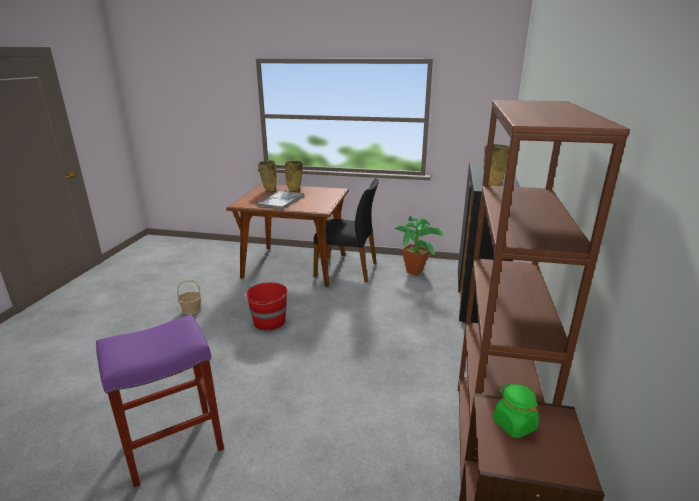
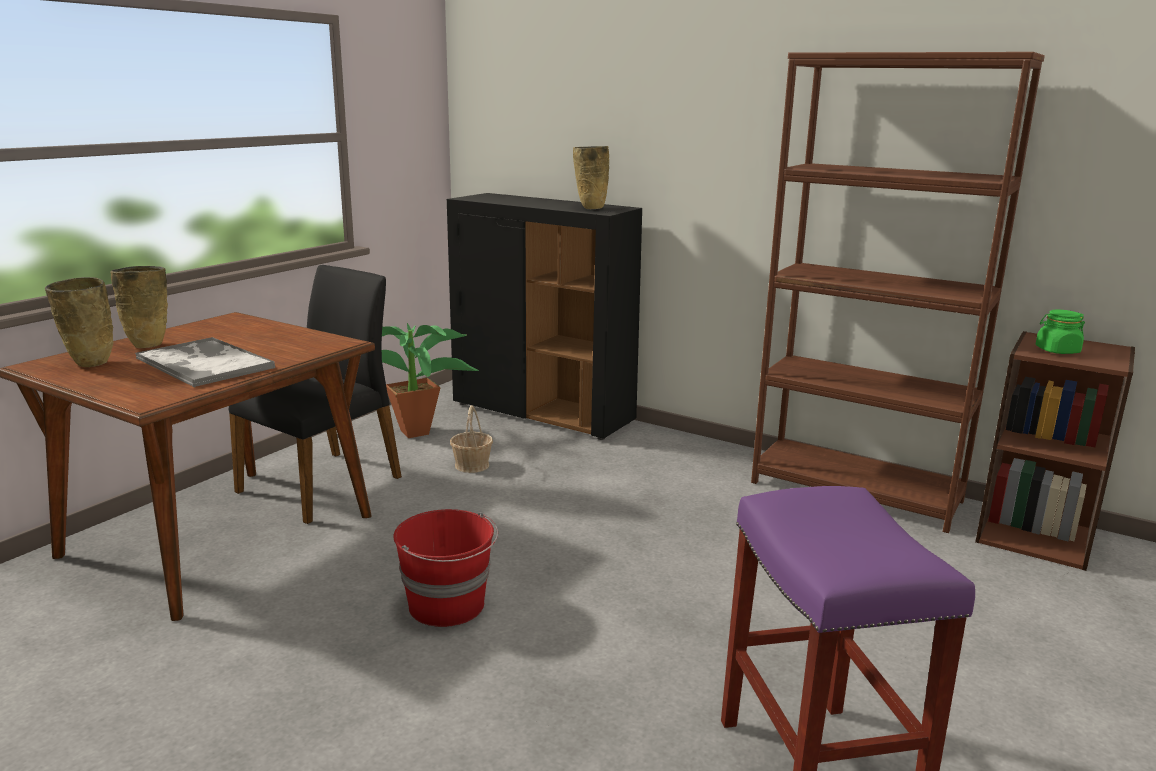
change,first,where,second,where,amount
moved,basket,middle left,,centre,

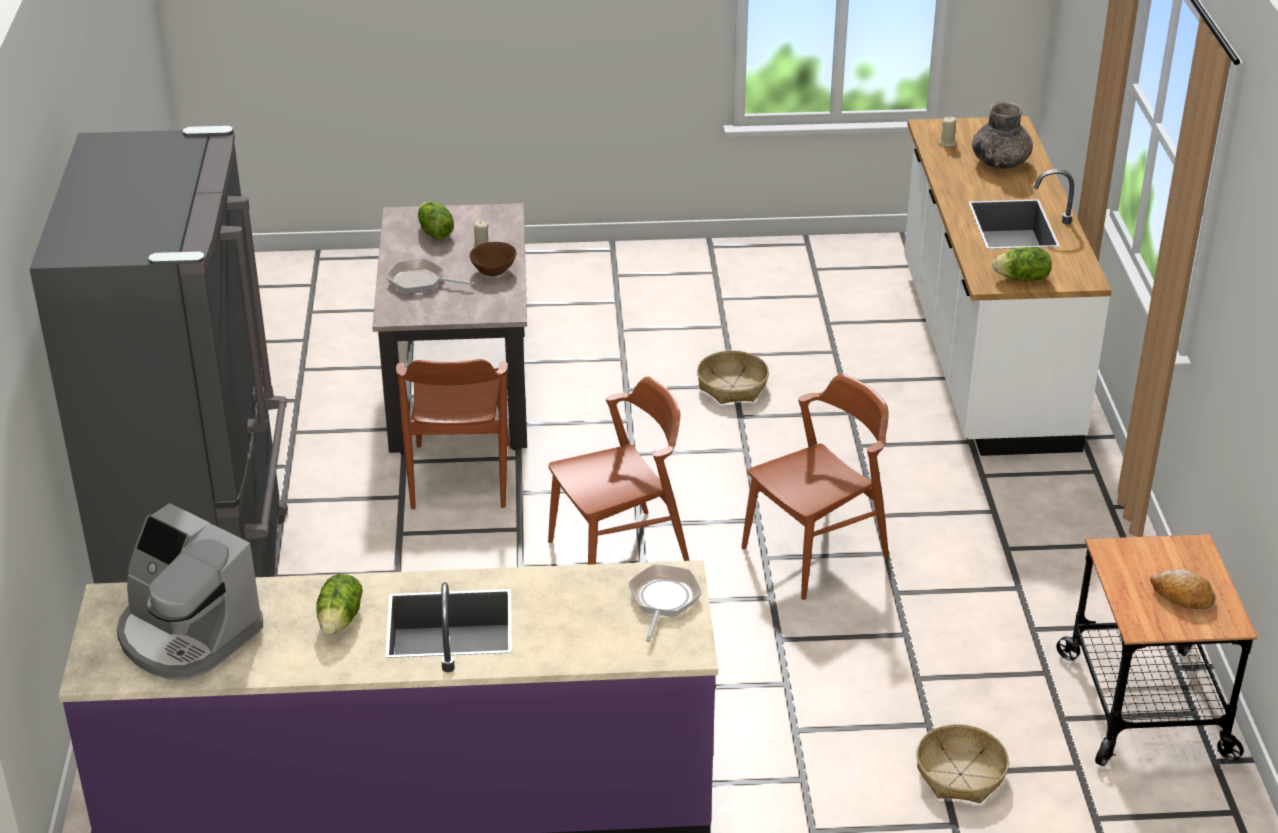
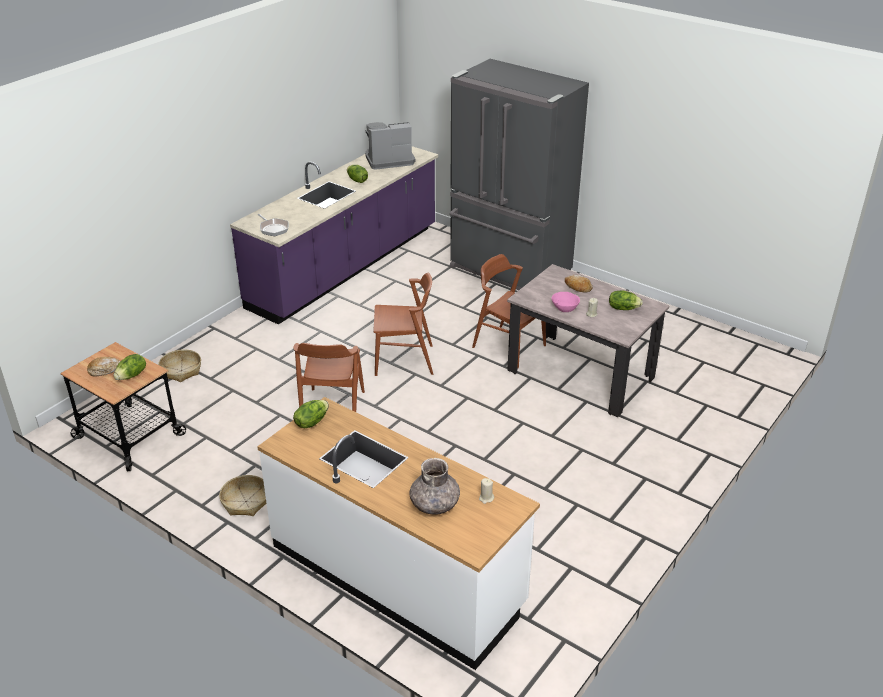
change,first,where,second,where,amount
replaced,frying pan (1st from left),top centre,bread (2nd from left),centre,
recoloured,brown bowl,top centre,pink bowl,centre,
turned,brown chair (2nd from left),centre,,centre,105 degrees counterclockwise
moved,basket (1st from left in the first image),centre,basket (2nd from left),bottom left,
added,,,lettuce (1st from left),middle left,

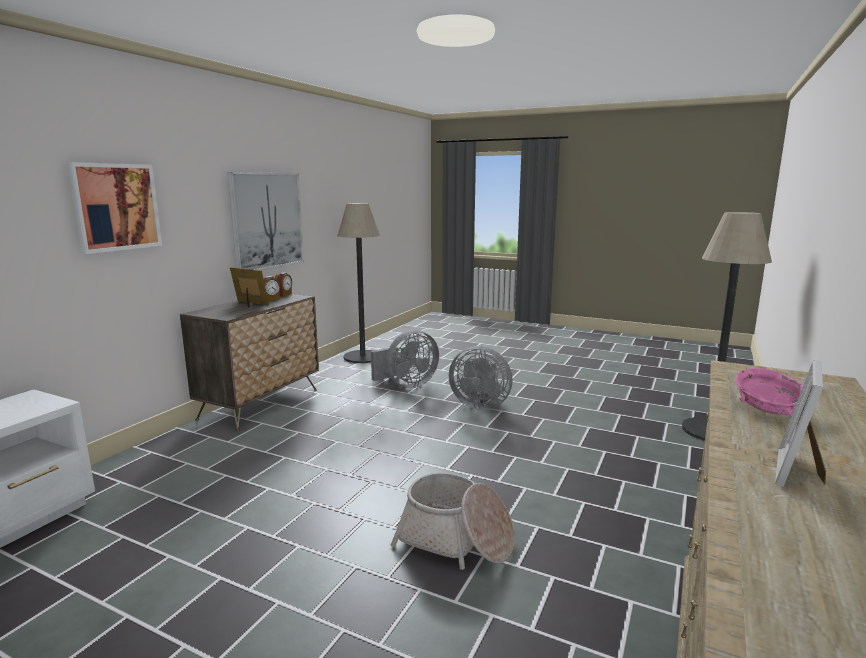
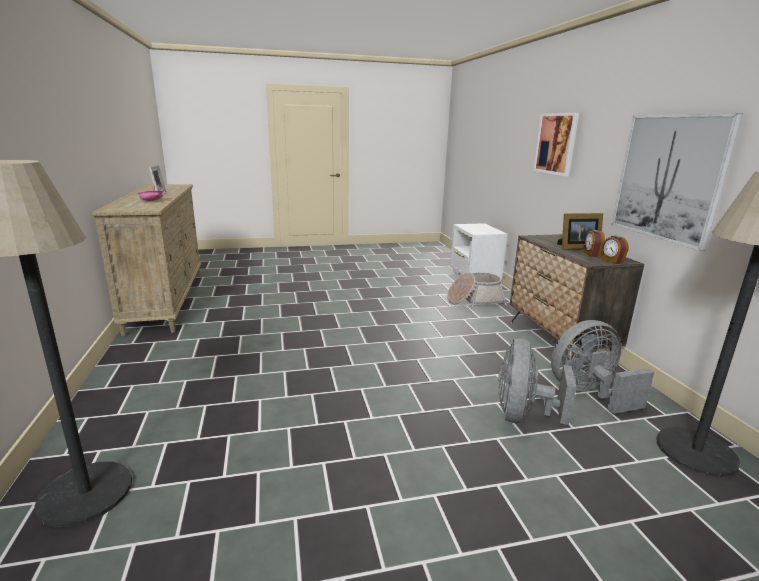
change,first,where,second,where,amount
moved,basket,bottom centre,,centre,
moved,grey fan (2nd from left),centre,,middle right,

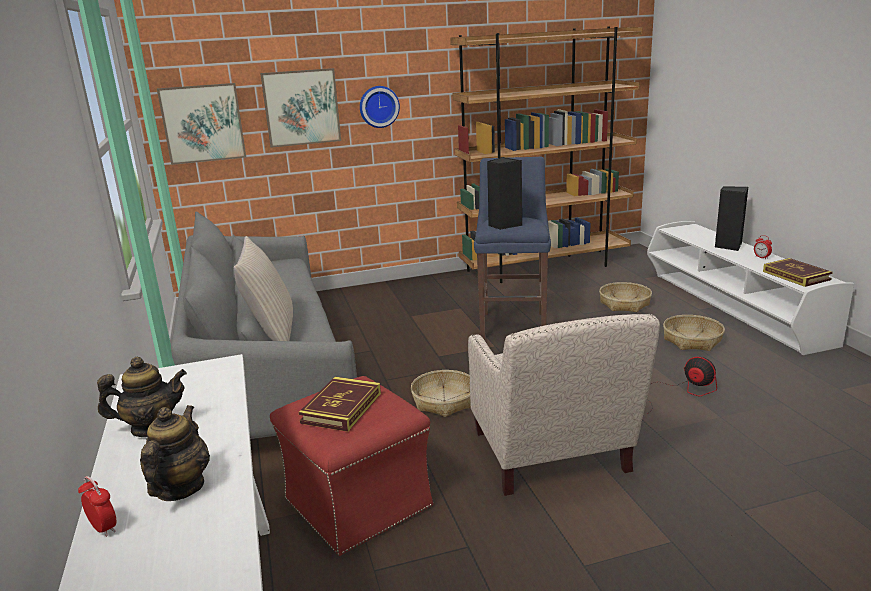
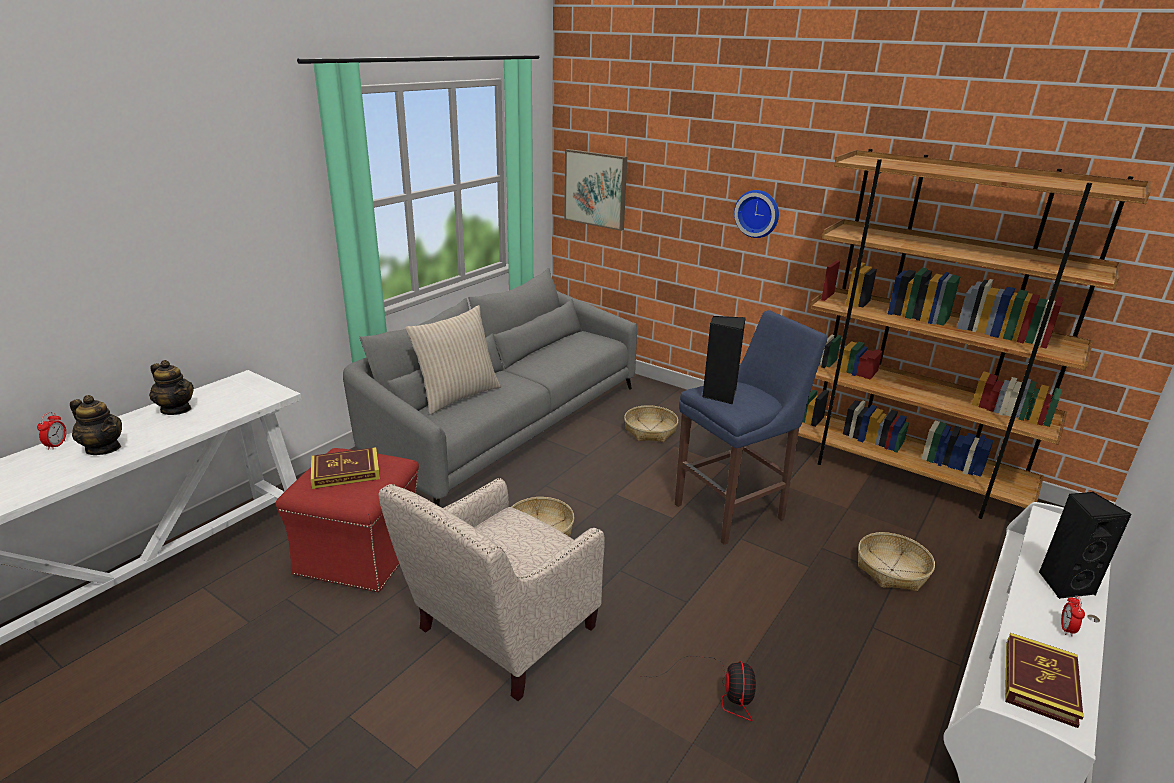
change,first,where,second,where,amount
turned,teapot (2nd from left in the first image),bottom left,teapot (1st from left),middle left,60 degrees clockwise
removed,picture (2nd from left),top centre,,,
moved,basket (3rd from left in the first image),middle right,basket (2nd from left),centre,

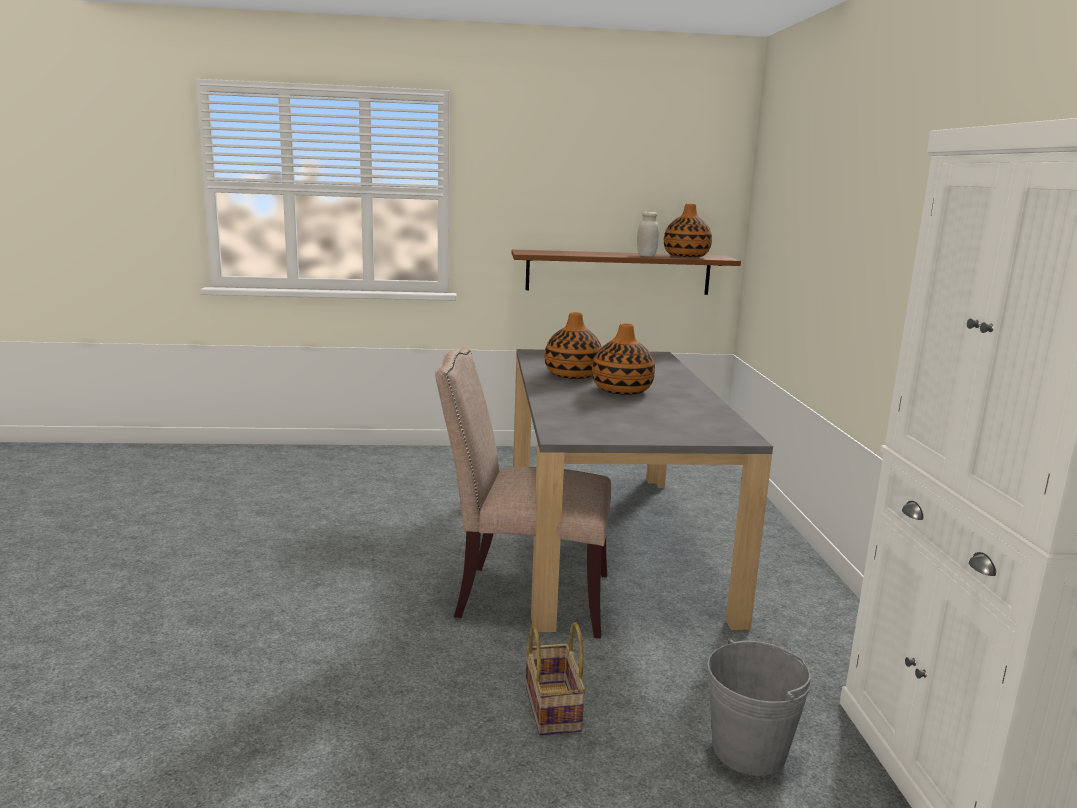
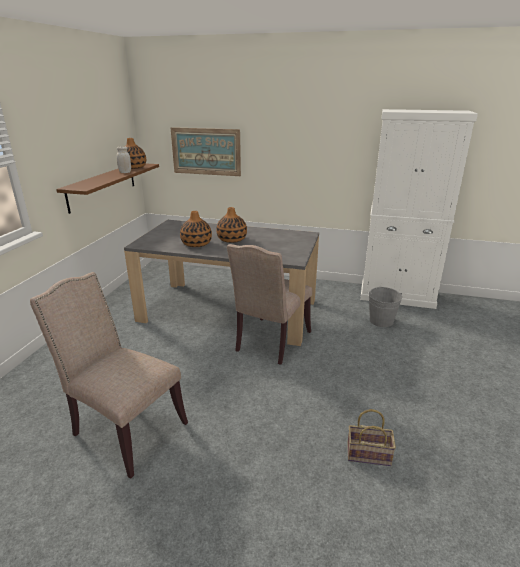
change,first,where,second,where,amount
moved,basket,bottom centre,,bottom right,
added,,,beige chair (1st from left),middle left,
added,,,picture,top centre,

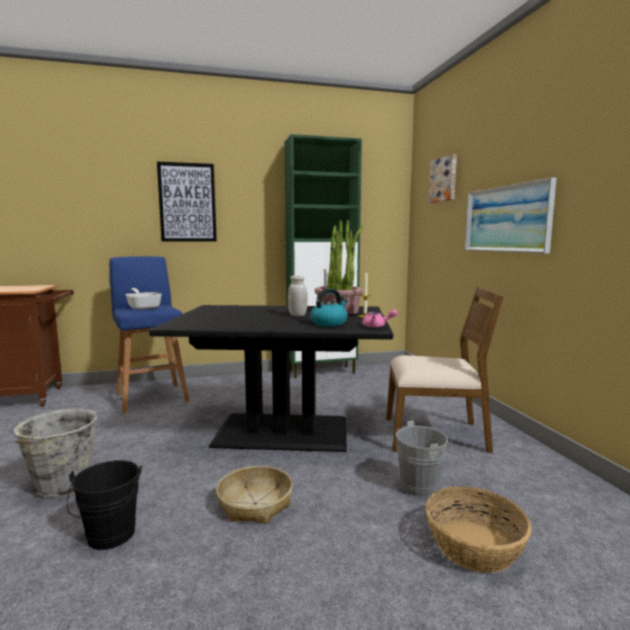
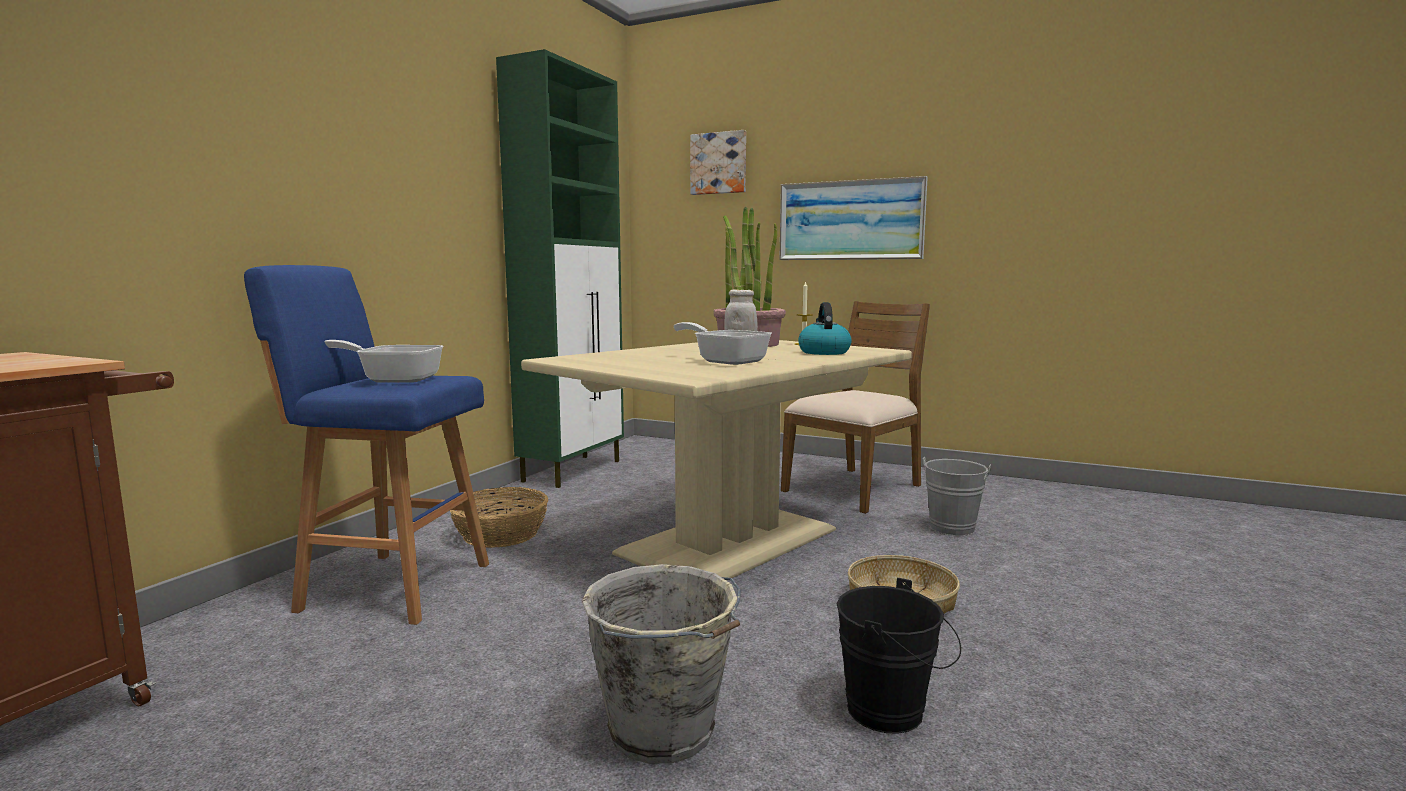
change,first,where,second,where,amount
recoloured,black dining table,centre,beige dining table,centre,
removed,picture (1st from left),top left,,,
removed,pink teapot,centre,,,
moved,basket (2nd from left in the first image),bottom right,basket (1st from left),centre,
added,,,frying pan (2nd from left),centre,

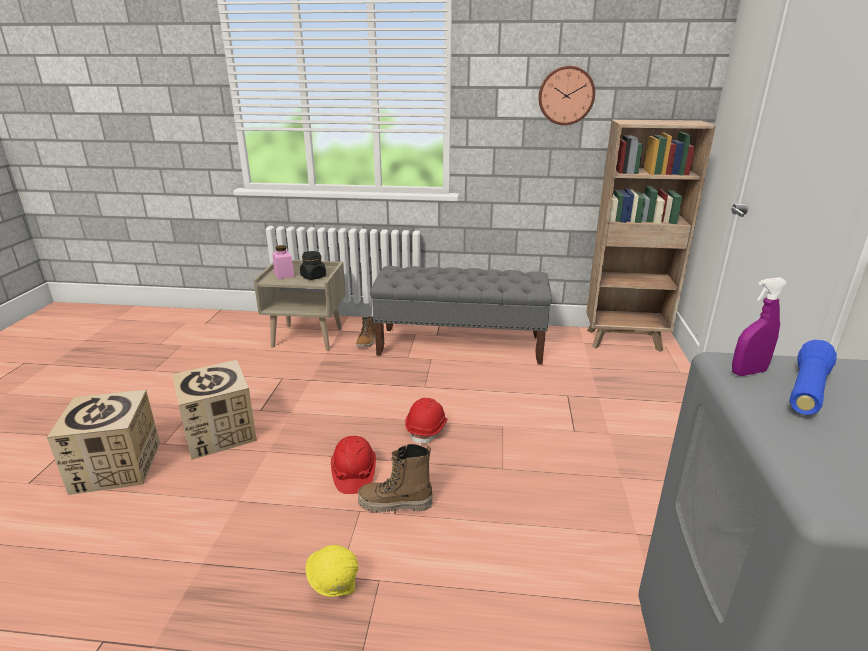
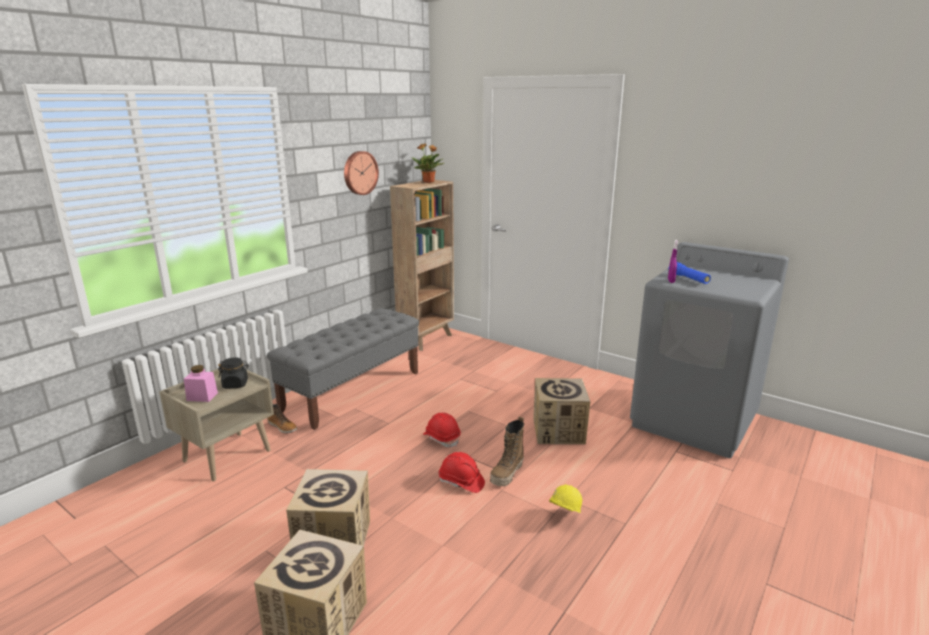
change,first,where,second,where,amount
added,,,potted plant,top centre,
added,,,cardboard box (3rd from left),centre,

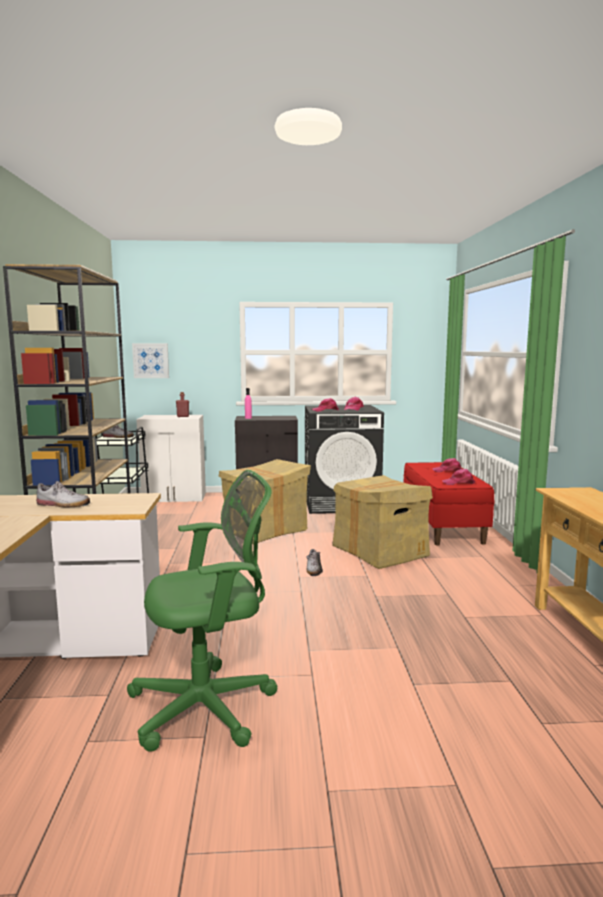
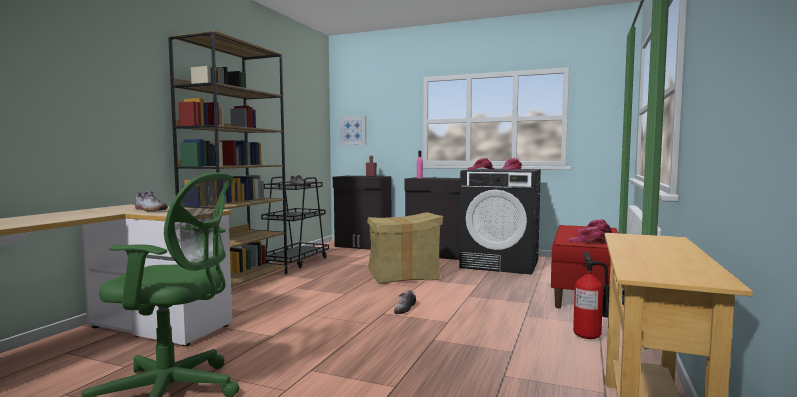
change,first,where,second,where,amount
recoloured,white cabinet,middle left,black cabinet (1st from left),centre,
removed,cardboard box (2nd from left),centre,,,
added,,,fire extinguisher,bottom right,

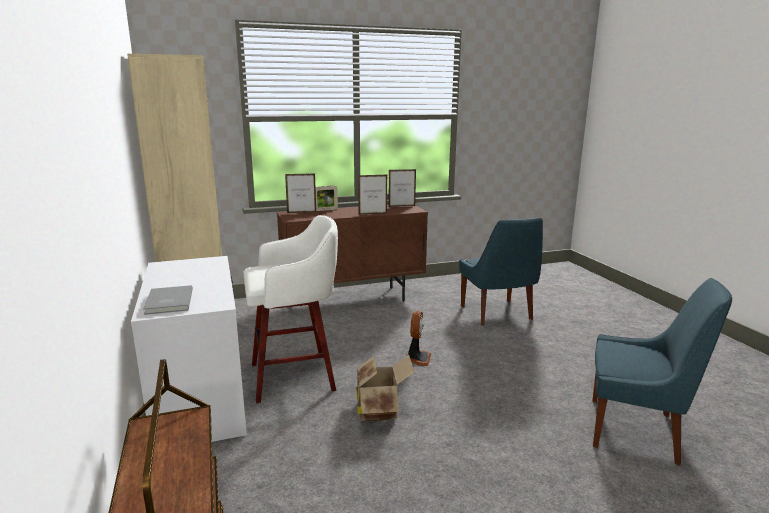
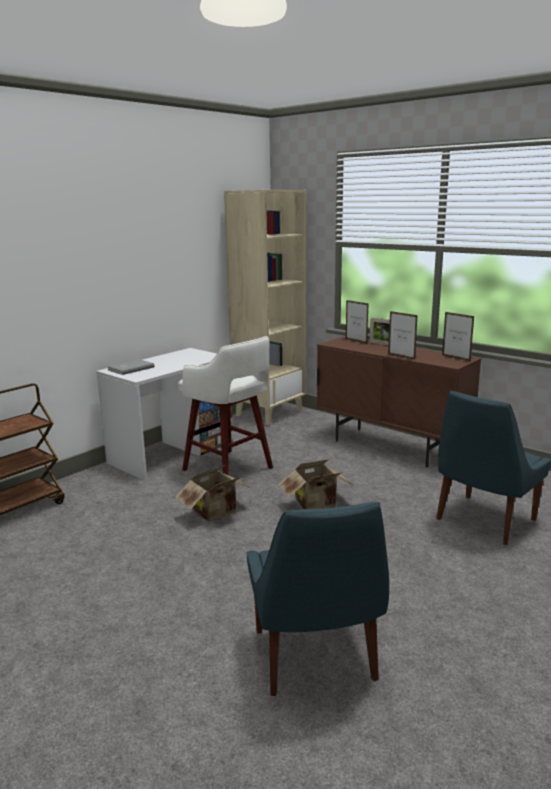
change,first,where,second,where,amount
replaced,fan,centre,cardboard box (2nd from left),centre,

